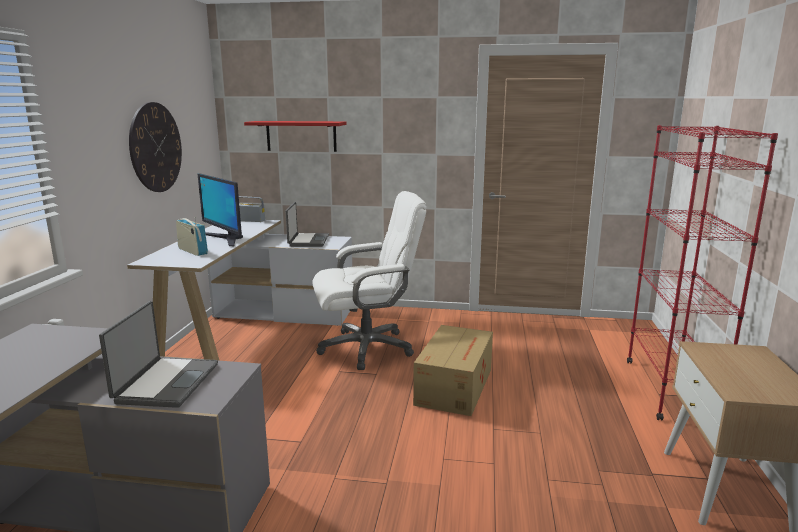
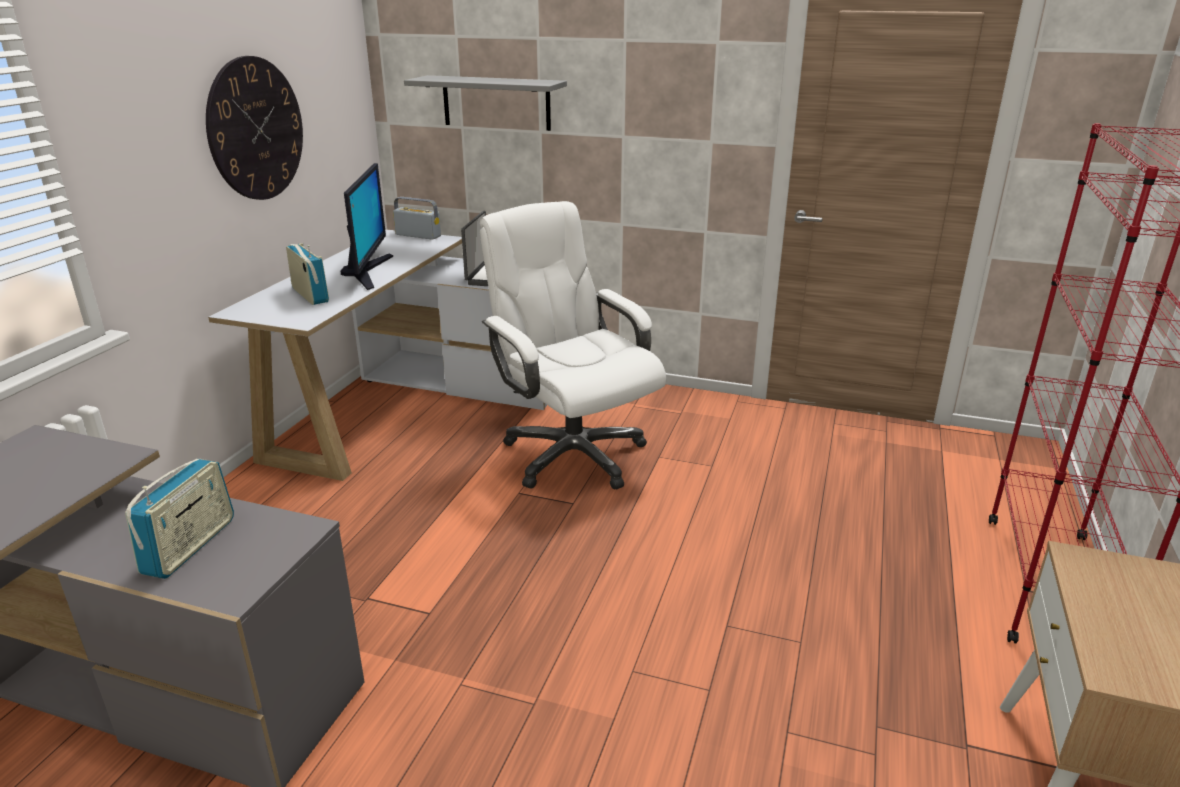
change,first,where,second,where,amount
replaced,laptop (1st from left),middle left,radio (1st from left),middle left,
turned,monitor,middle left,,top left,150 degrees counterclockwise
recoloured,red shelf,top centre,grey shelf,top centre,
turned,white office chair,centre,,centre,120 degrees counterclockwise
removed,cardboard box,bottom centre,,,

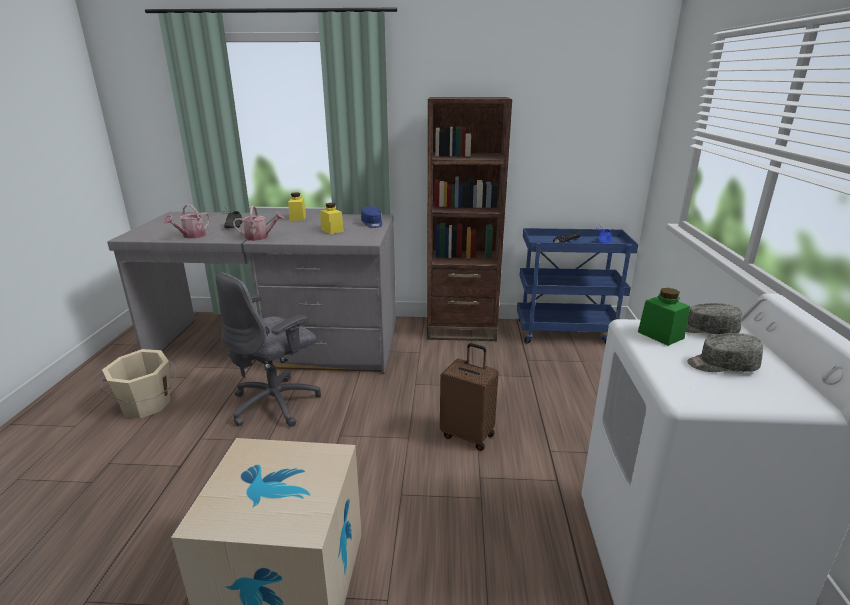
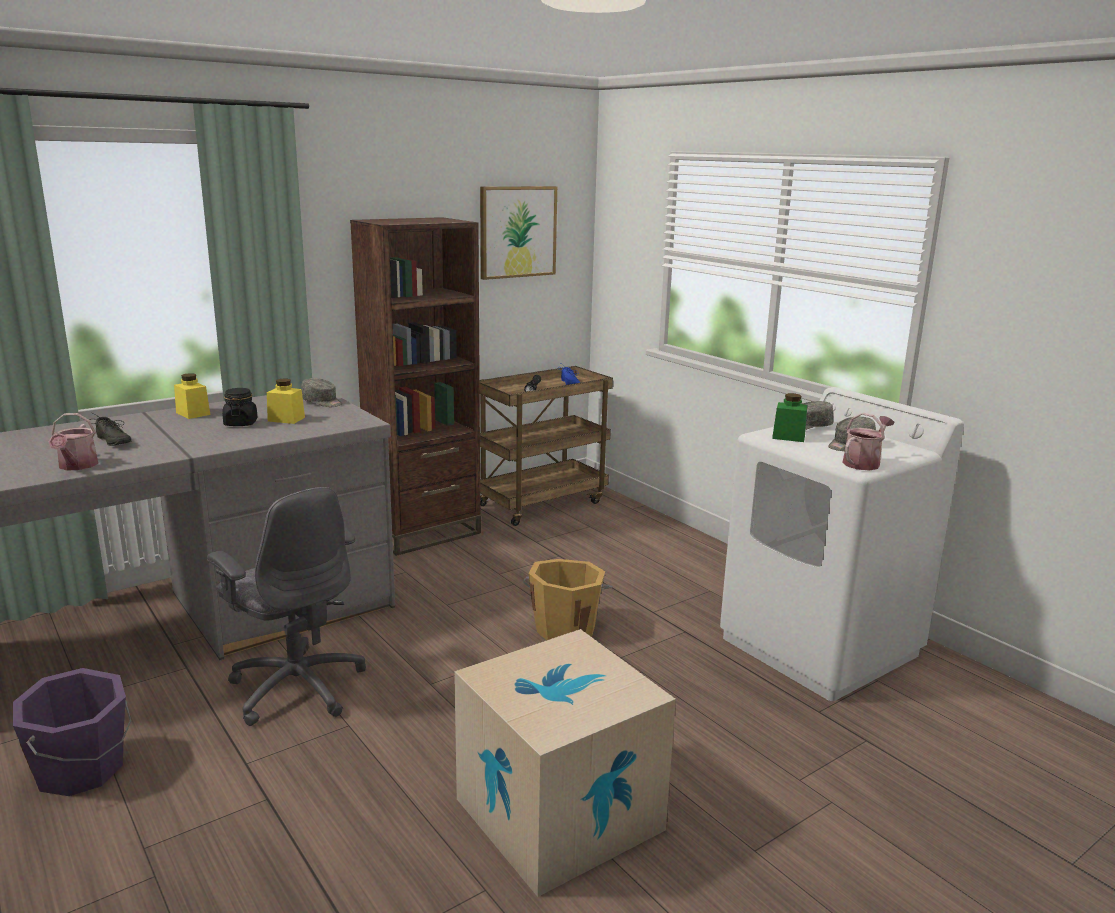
change,first,where,second,where,amount
recoloured,beige bucket,middle left,purple bucket,bottom left,
turned,grey office chair,middle left,,middle left,45 degrees counterclockwise
moved,watering can (2nd from left),middle left,,middle right,
recoloured,blue cap,centre,grey cap (1st from left),middle left,
replaced,brown suitcase,centre,orange bucket,centre,
recoloured,blue cart,middle right,brown cart,centre,
added,,,black jar,middle left,
added,,,picture,top centre,

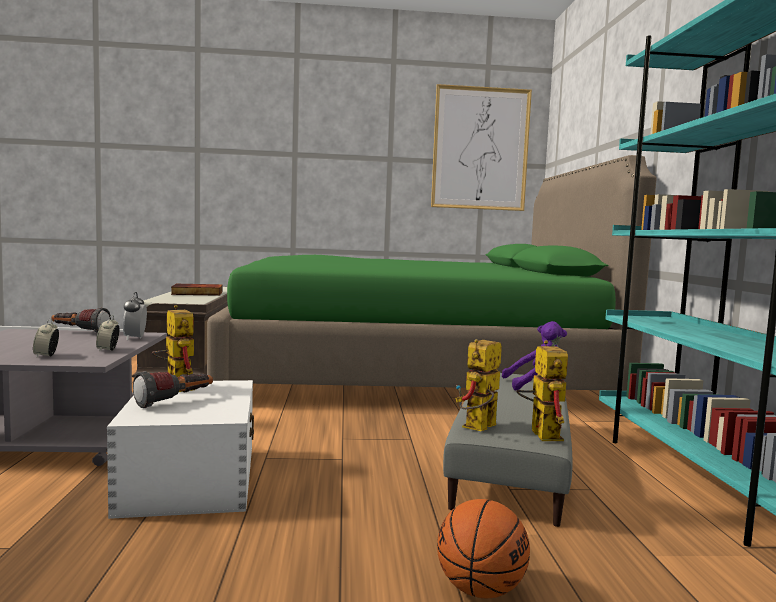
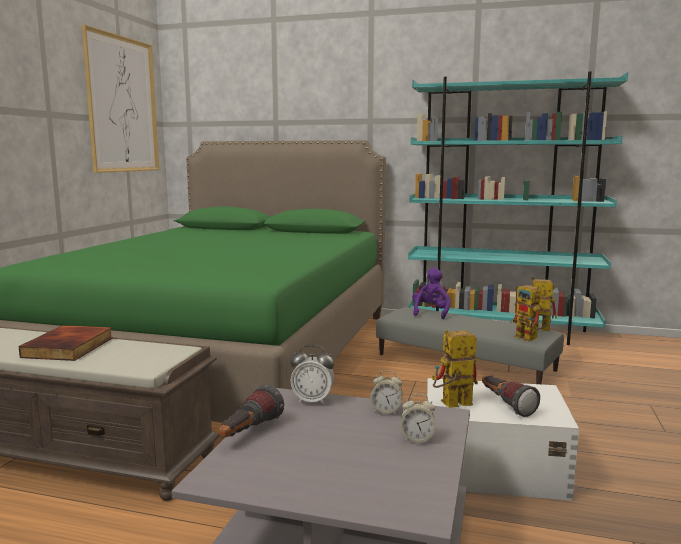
change,first,where,second,where,amount
removed,basketball,bottom centre,,,

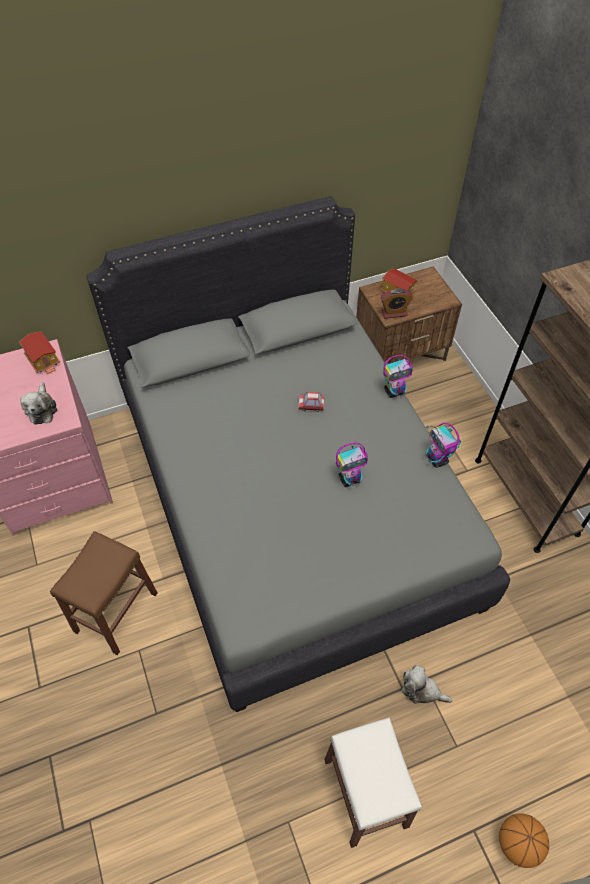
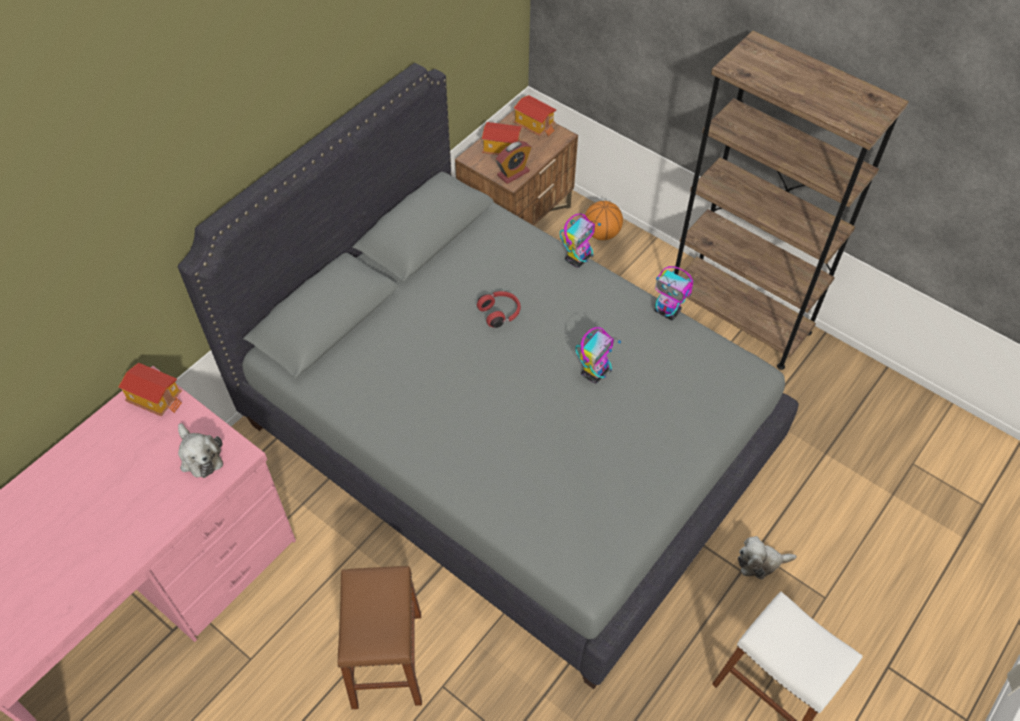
change,first,where,second,where,amount
replaced,toy car,centre,red headphones,centre,
moved,basketball,bottom right,,top centre,
added,,,toy house (3rd from left),top centre,

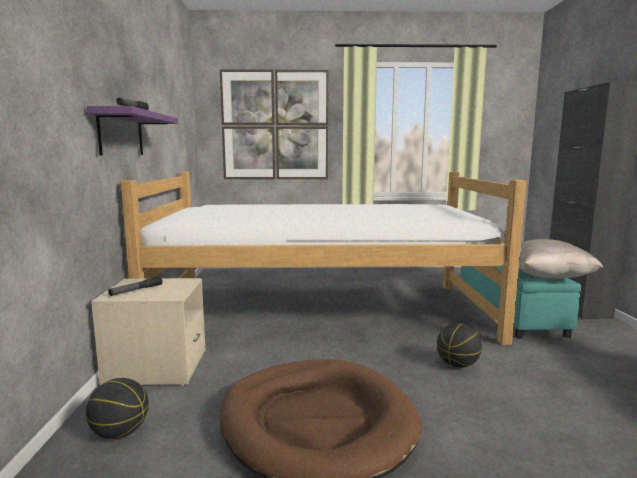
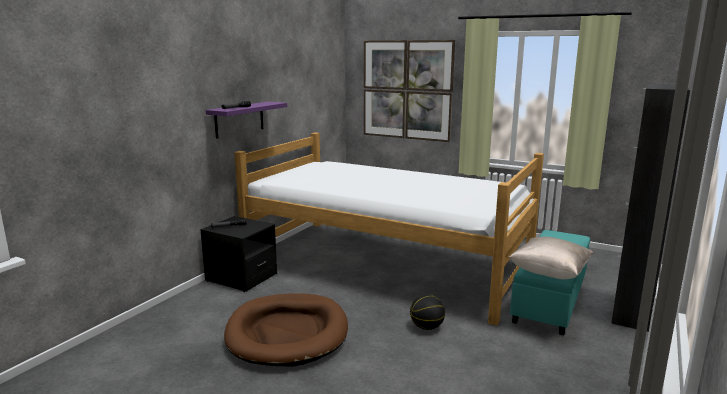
change,first,where,second,where,amount
removed,basketball (1st from left),bottom left,,,
recoloured,beige nightstand,bottom left,black nightstand,middle left,

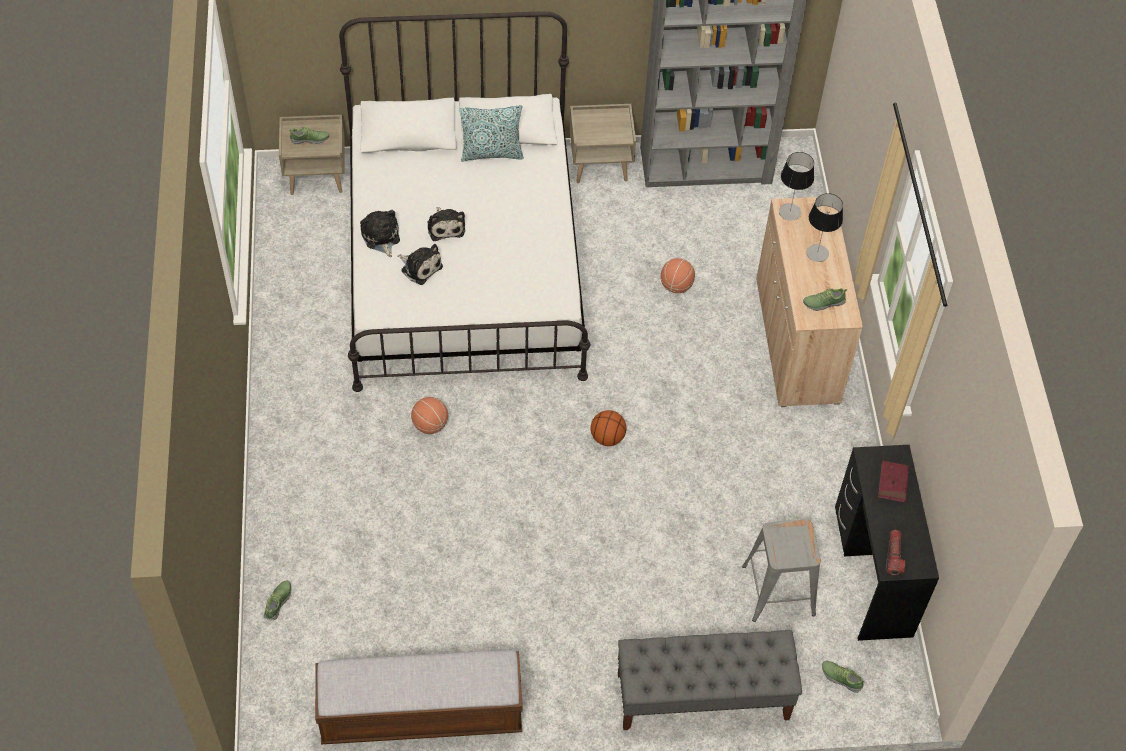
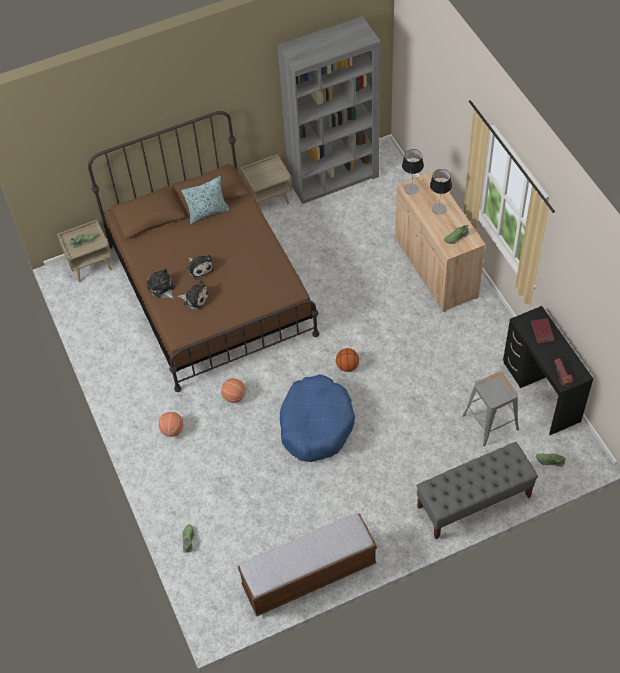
change,first,where,second,where,amount
recoloured,white bed,top centre,brown bed,middle left,
moved,basketball (3rd from left in the first image),centre,basketball (1st from left),middle left,
added,,,blue dog bed,centre,

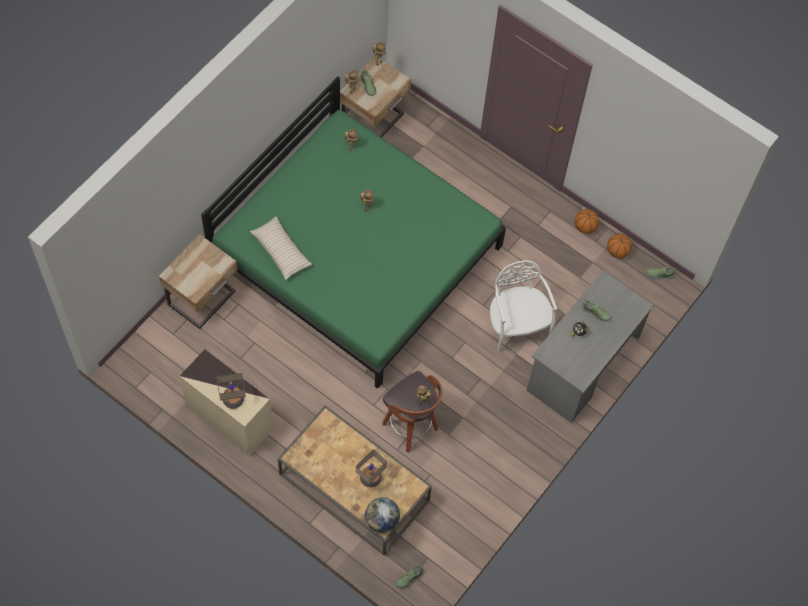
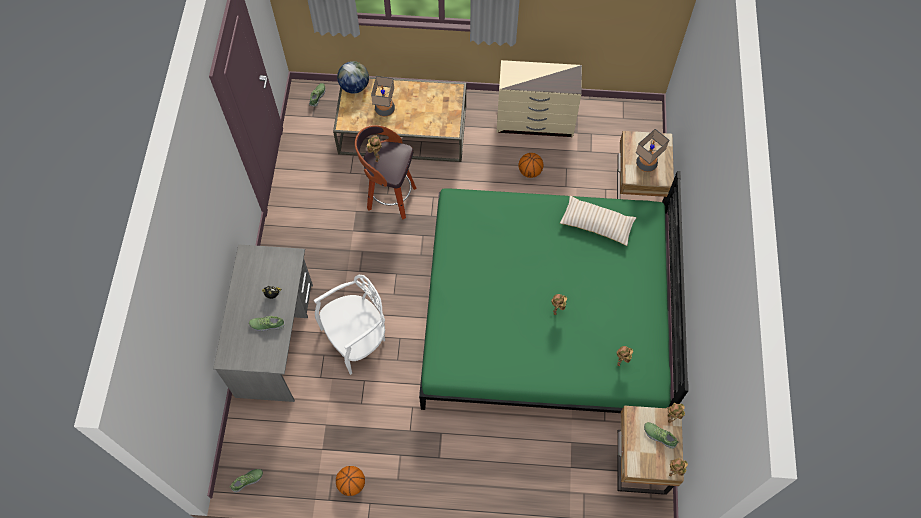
change,first,where,second,where,amount
moved,table lamp (1st from left in the first image),middle left,table lamp (2nd from left),top right,
turned,white chair,centre,,centre,75 degrees counterclockwise
moved,basketball (2nd from left),middle right,,top centre,

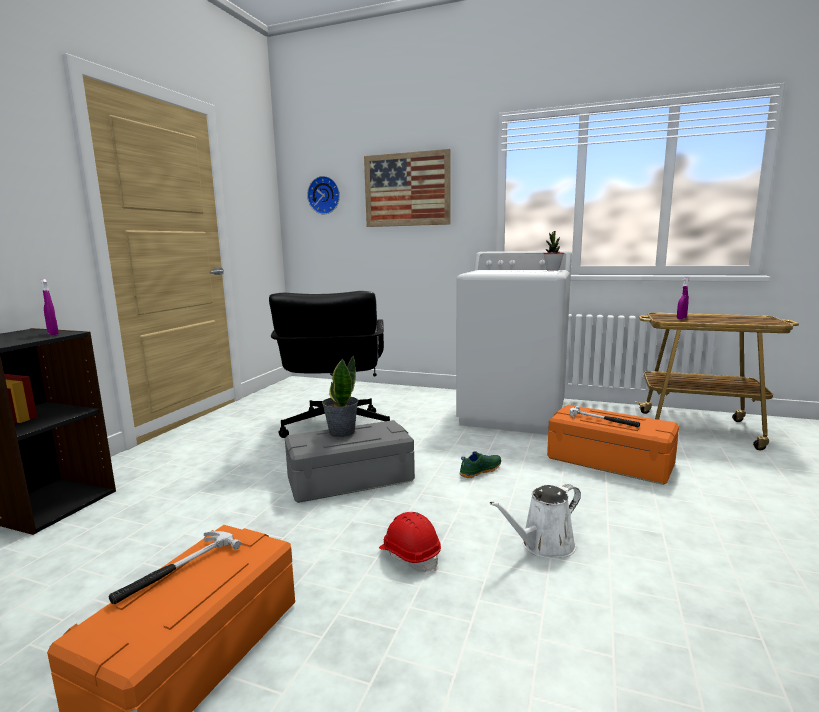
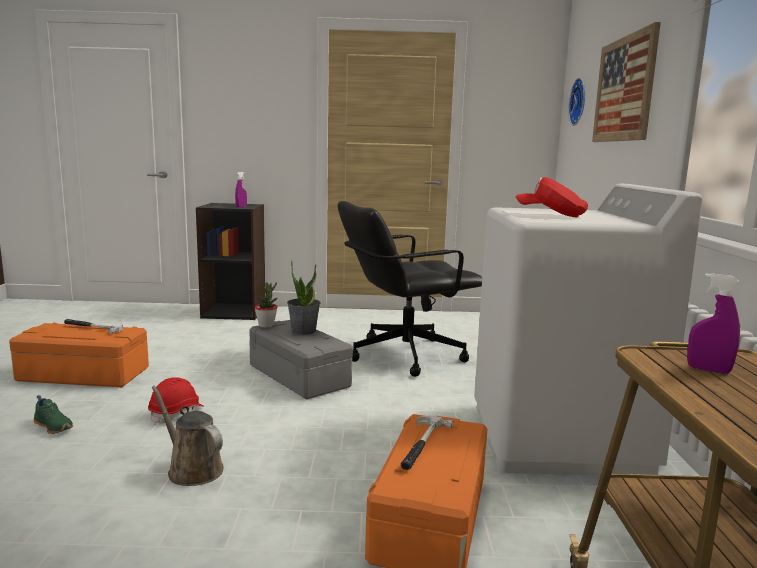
change,first,where,second,where,amount
moved,green shoe,centre,,bottom left,
recoloured,white watering can,bottom centre,brown watering can,bottom left,
moved,potted plant (2nd from left in the first image),middle right,potted plant (1st from left),centre,
added,,,red cap,middle right,

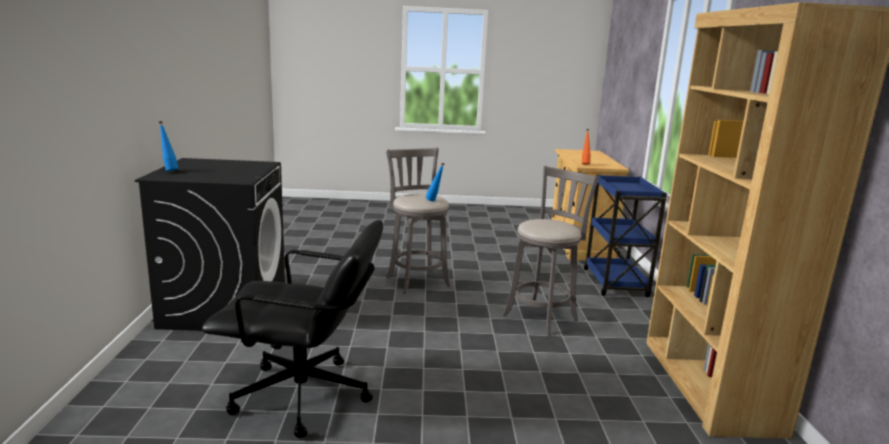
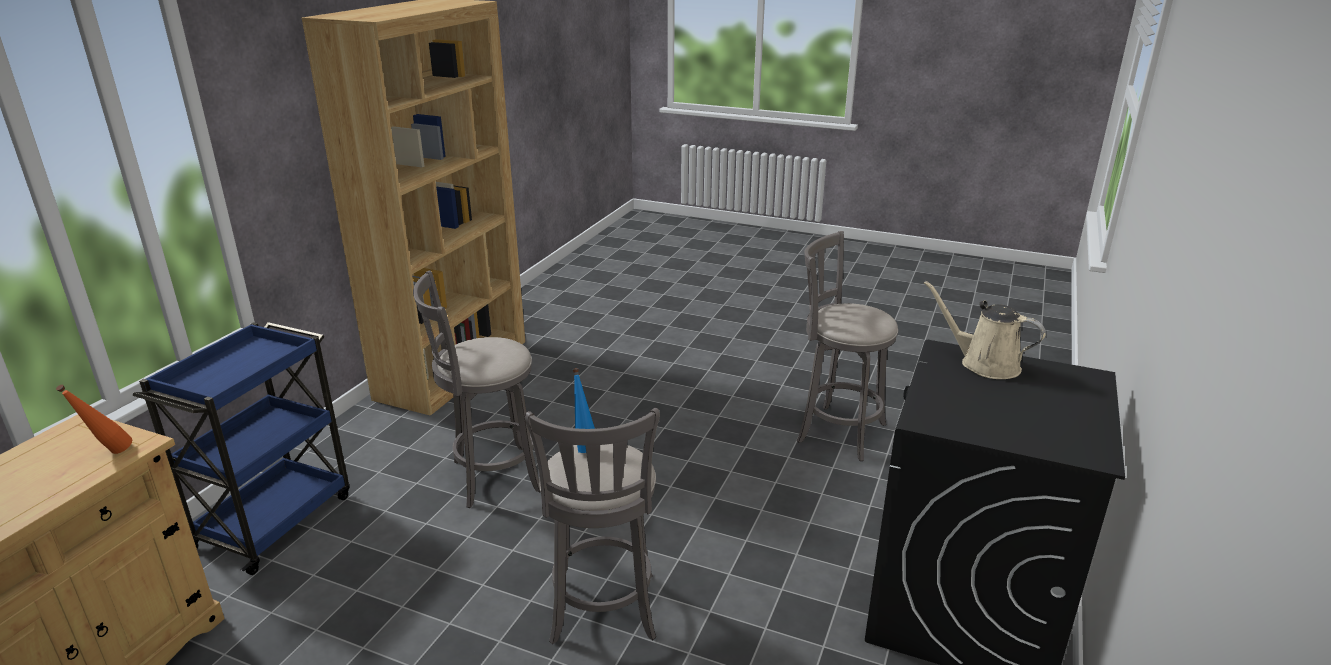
change,first,where,second,where,amount
removed,blue bottle (1st from left),top left,,,
replaced,black office chair,bottom left,grey stool (3rd from left),centre,
added,,,beige watering can,middle right,

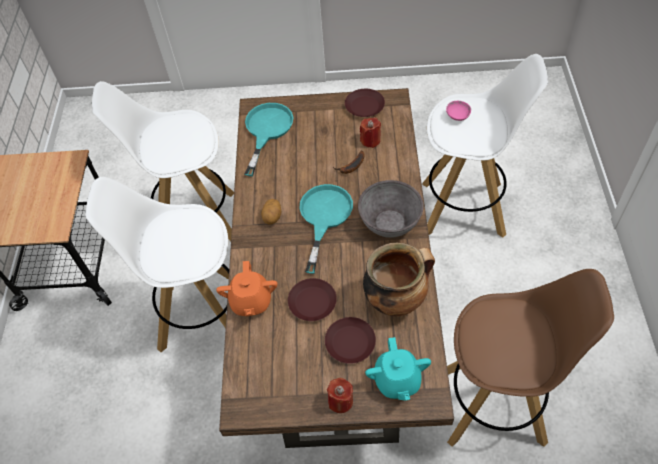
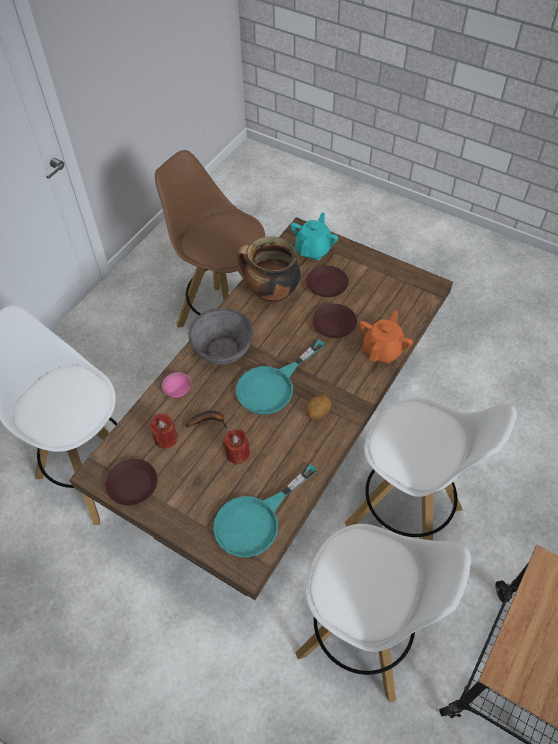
change,first,where,second,where,amount
moved,red candle (1st from left in the first image),bottom centre,red candle (2nd from left),centre,
moved,pink bowl,top right,,middle left,

